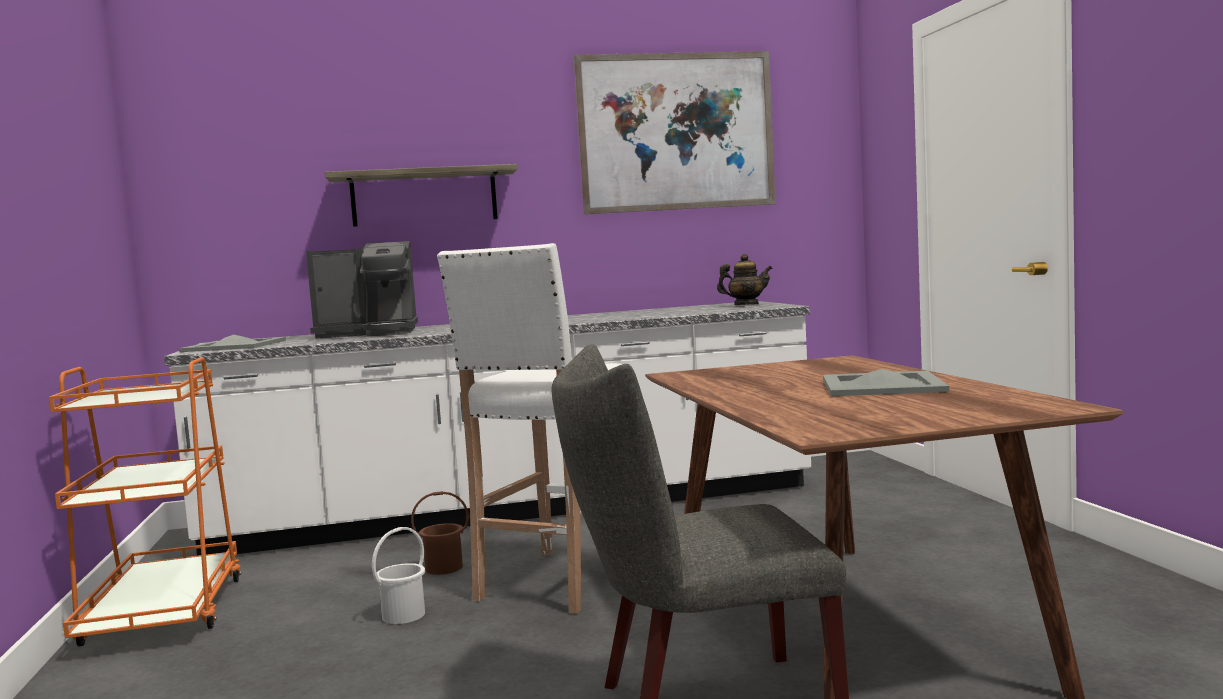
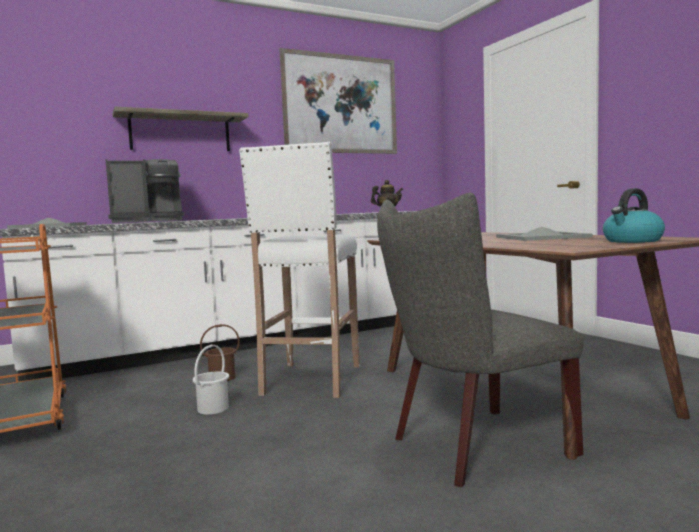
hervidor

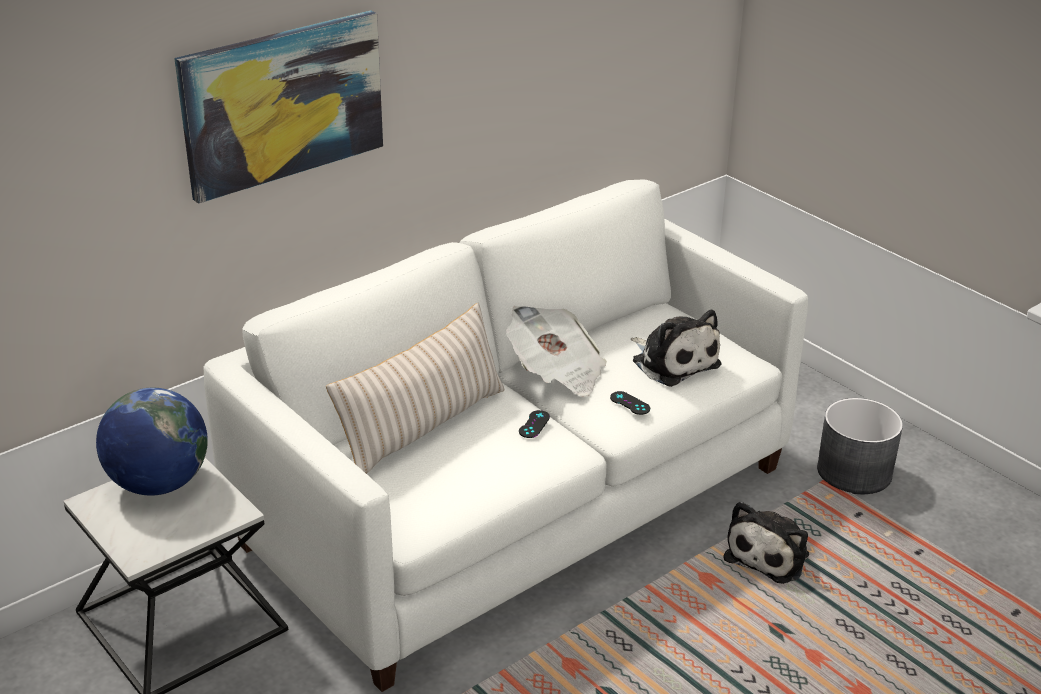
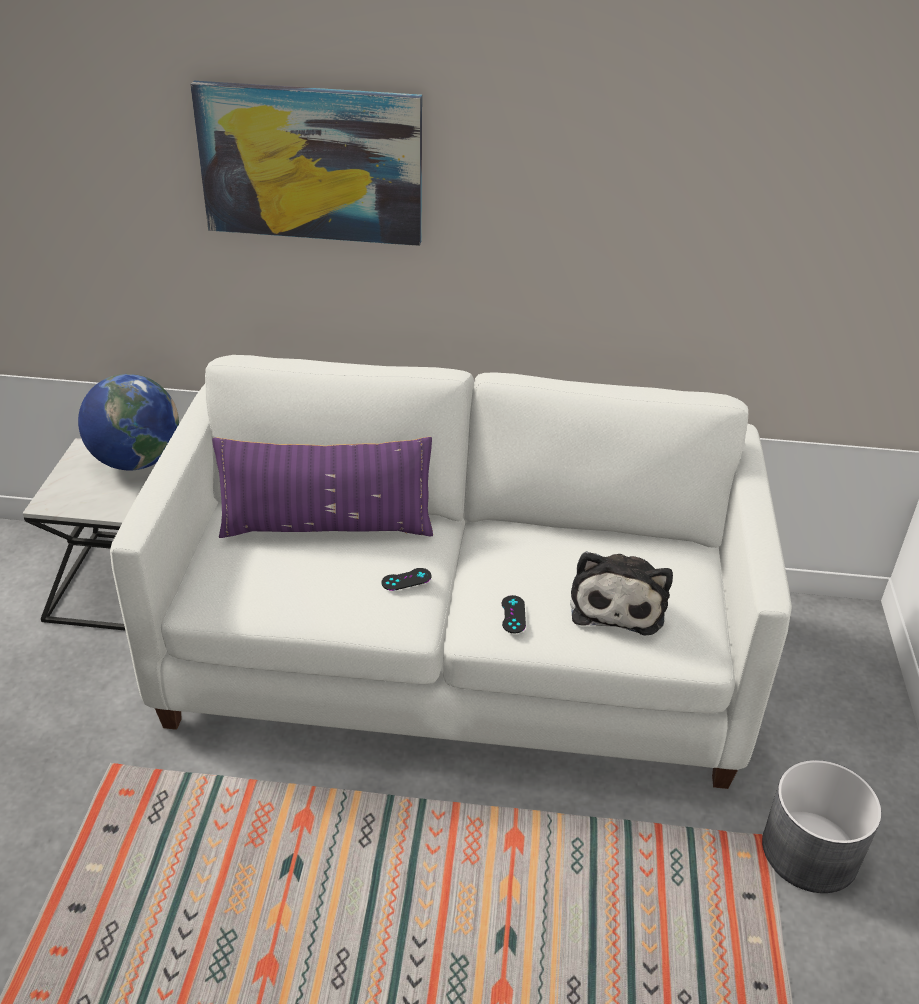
cojín [morado]
periódico
peluche (no. 2 from left in the first image)

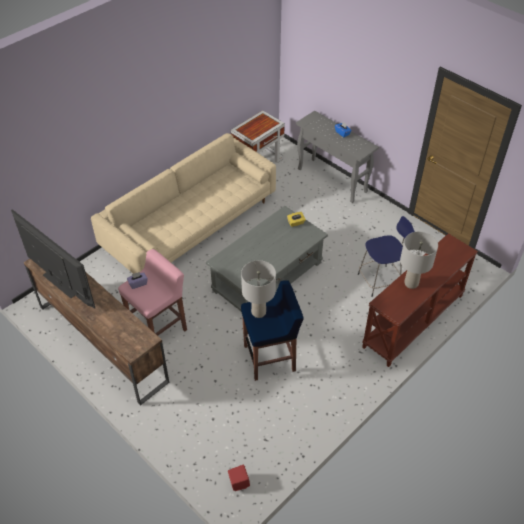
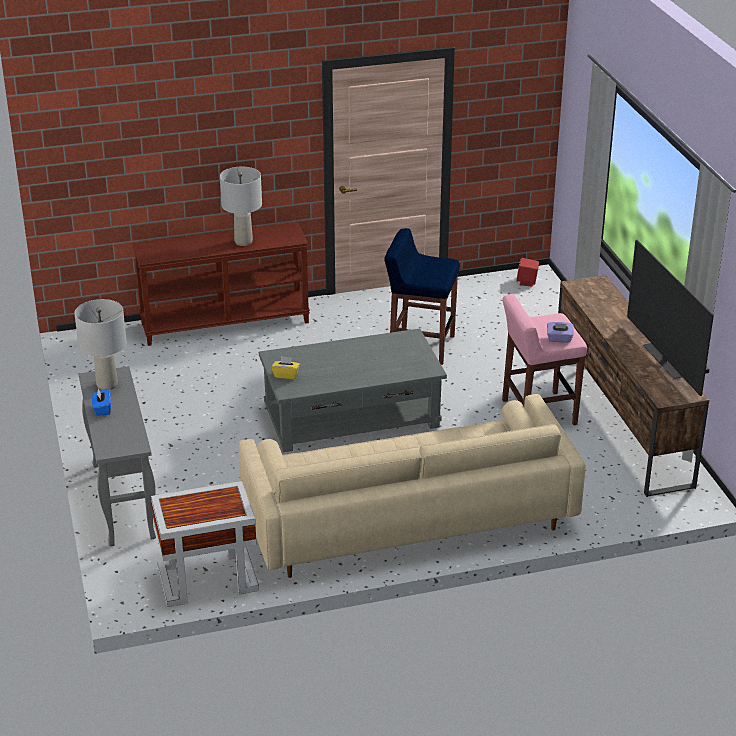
lámpara de mesa [gris] (no. 1 from left)
taburete [azul] (no. 2 from left in the first image)

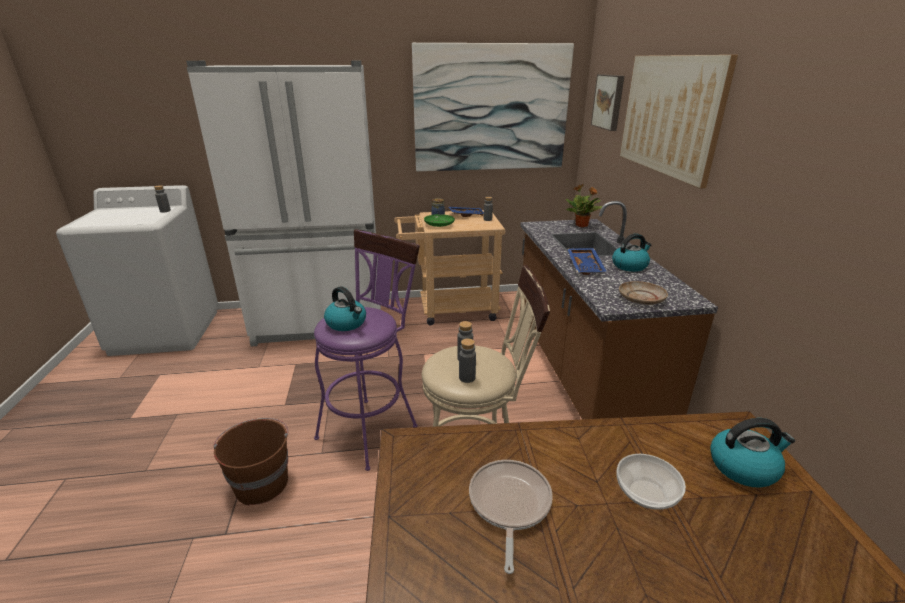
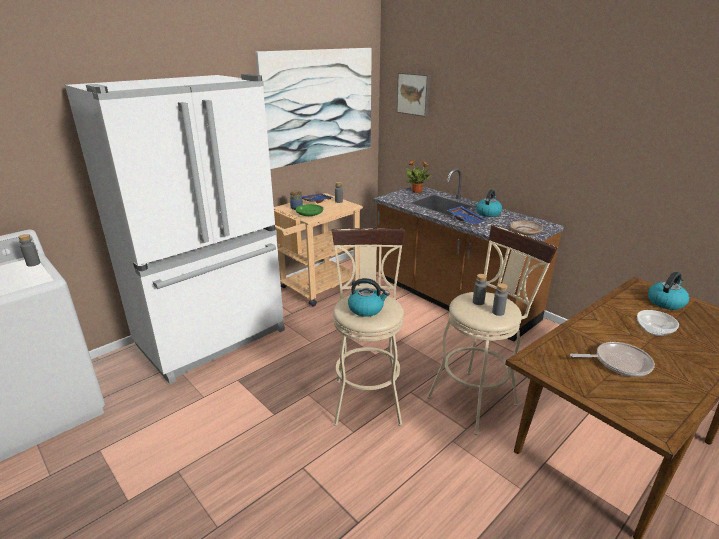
taburete [beis] (no. 1 from left)
sartén
cubo [marrón]
cuadro (no. 3 from left in the first image)

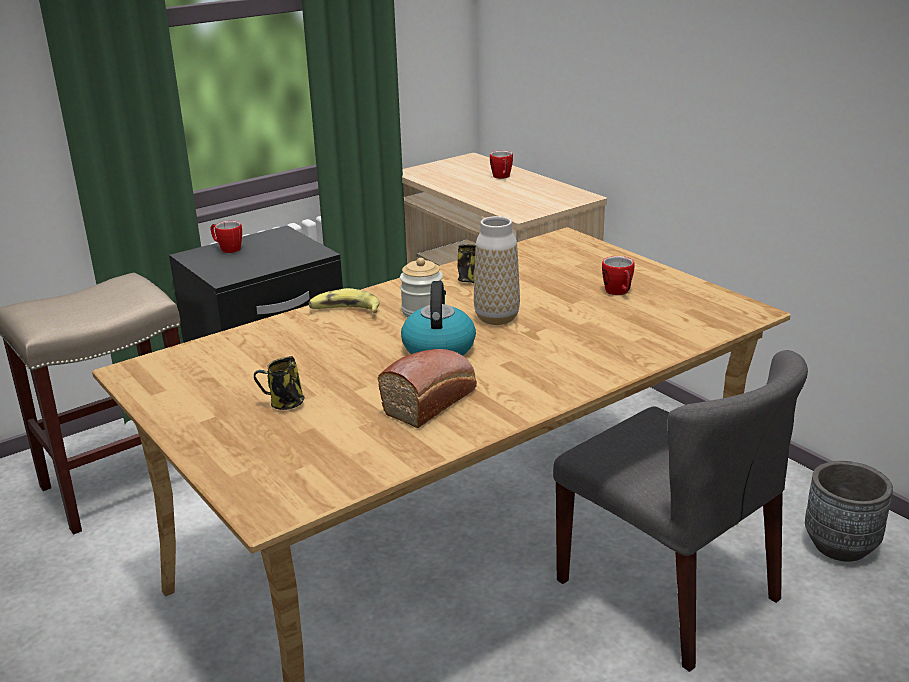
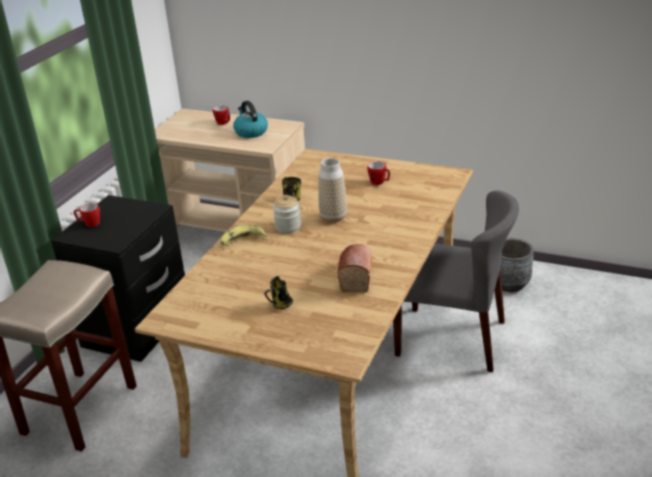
hervidor

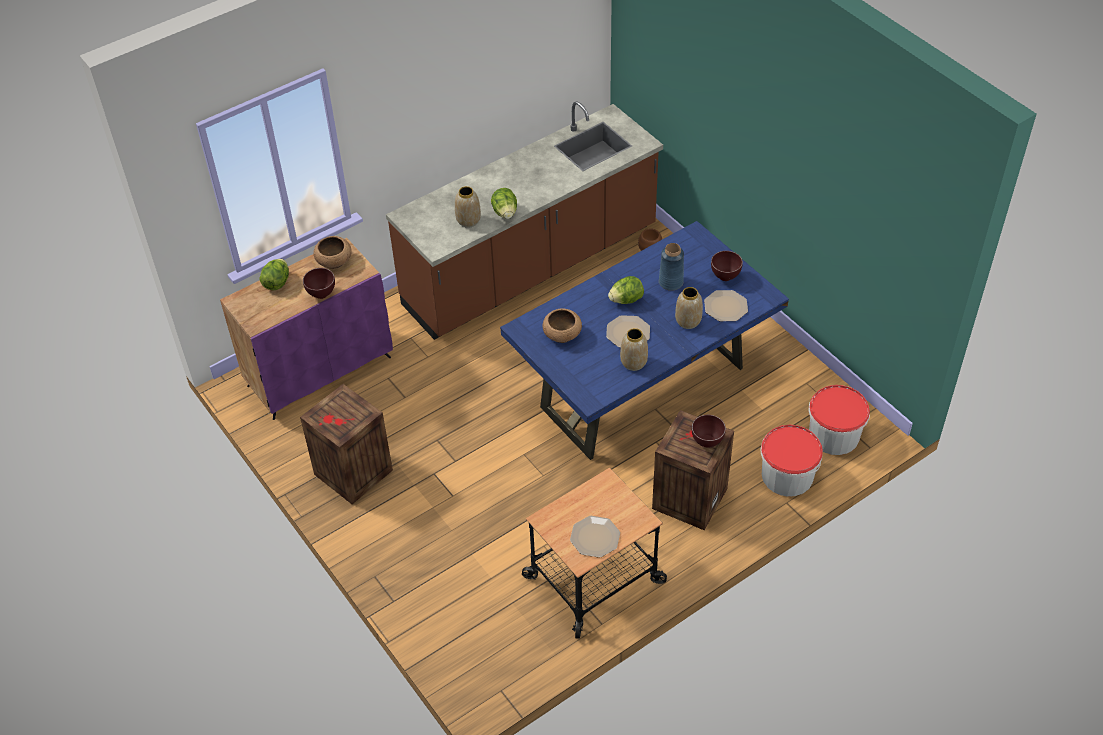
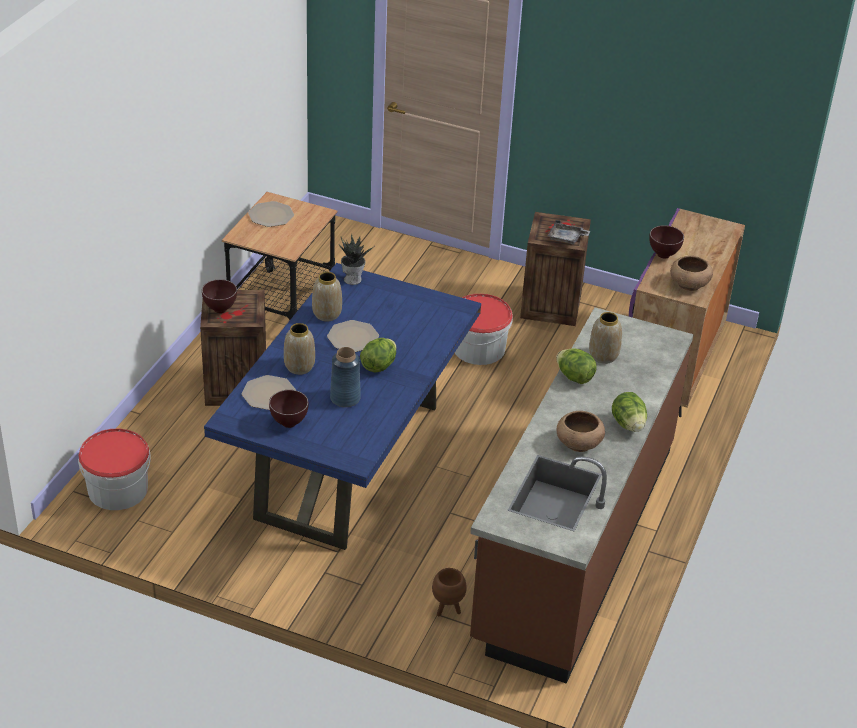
planta en maceta
cubo (no. 2 from left)
bandeja [gris]
cuenco [marrón] (no. 3 from left)
lechuga (no. 3 from left)

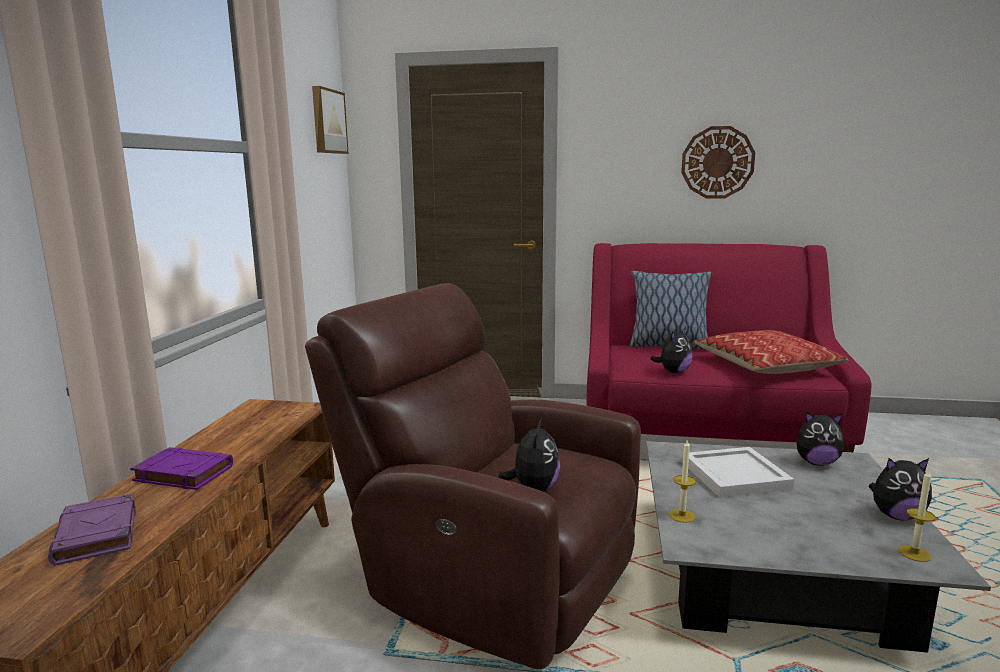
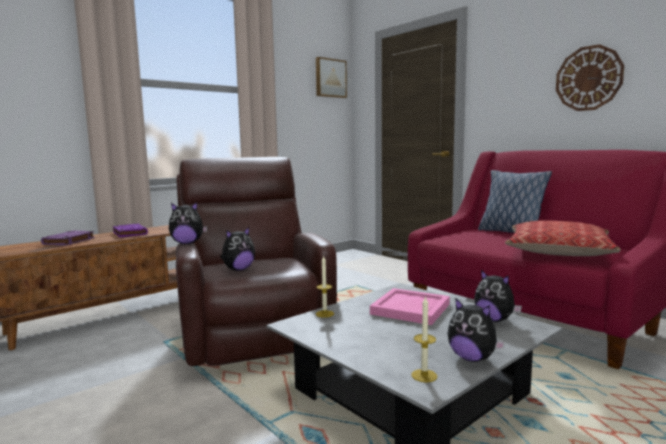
peluche (no. 1 from left)
bandeja [rosa]

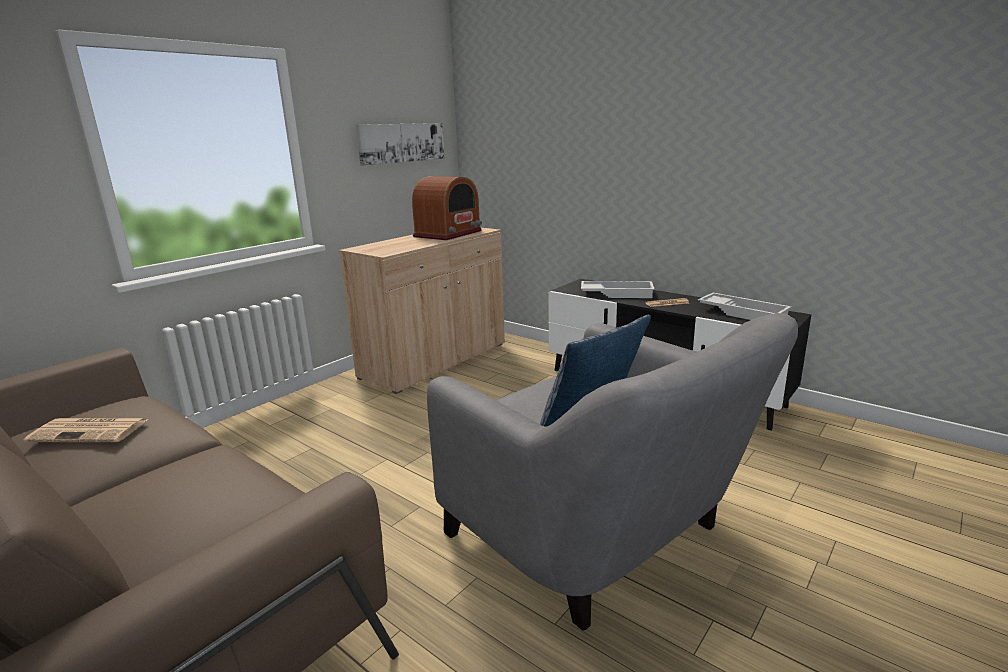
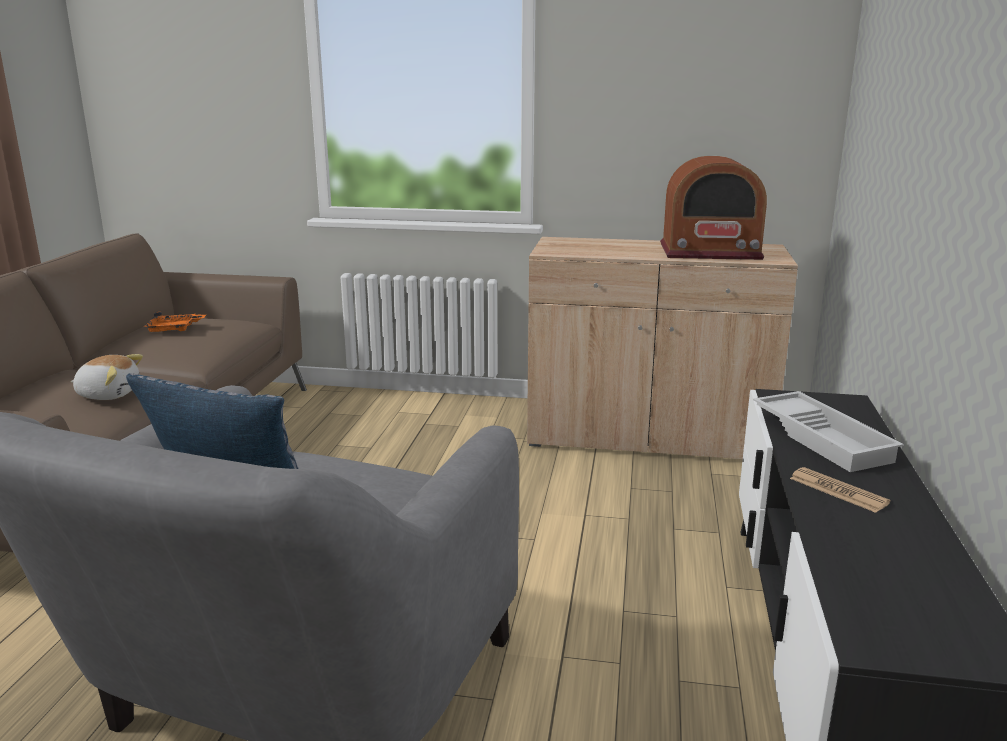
peluche
bandeja [naranja]
cuadro
bandeja [blanco] (no. 2 from left in the first image)

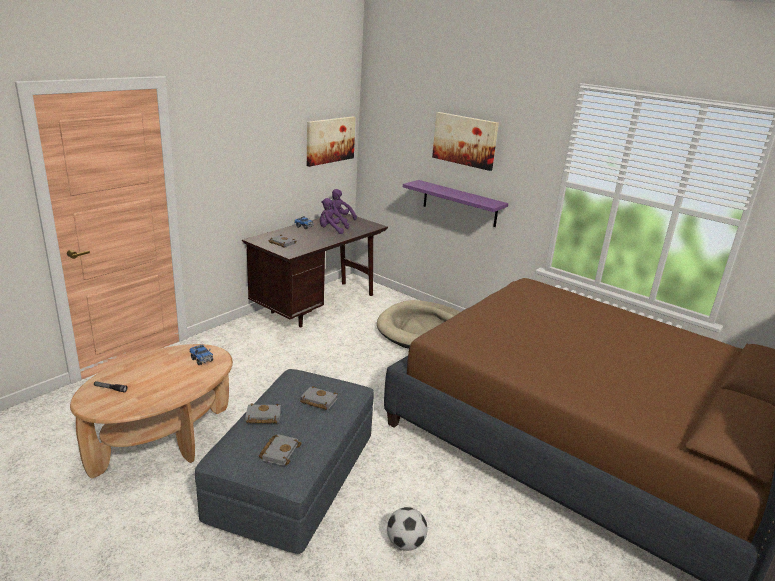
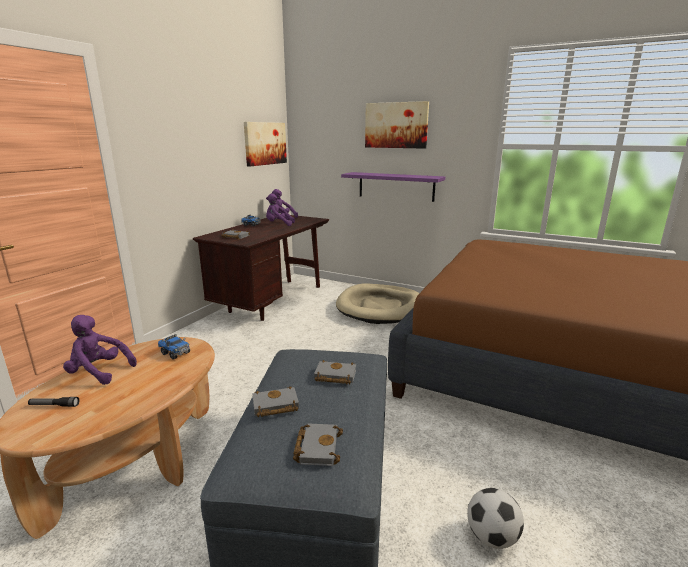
peluche [morado] (no. 1 from left)

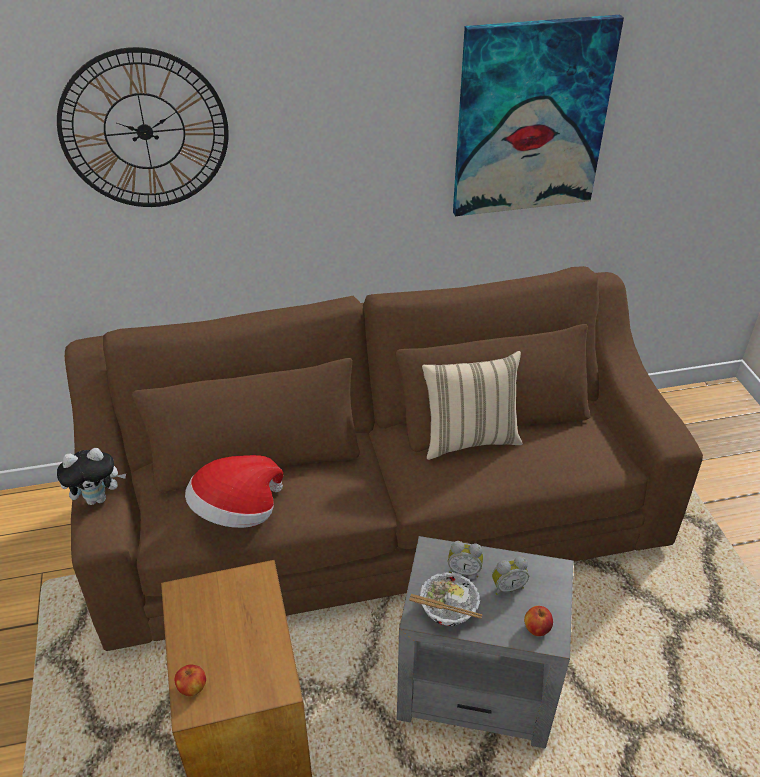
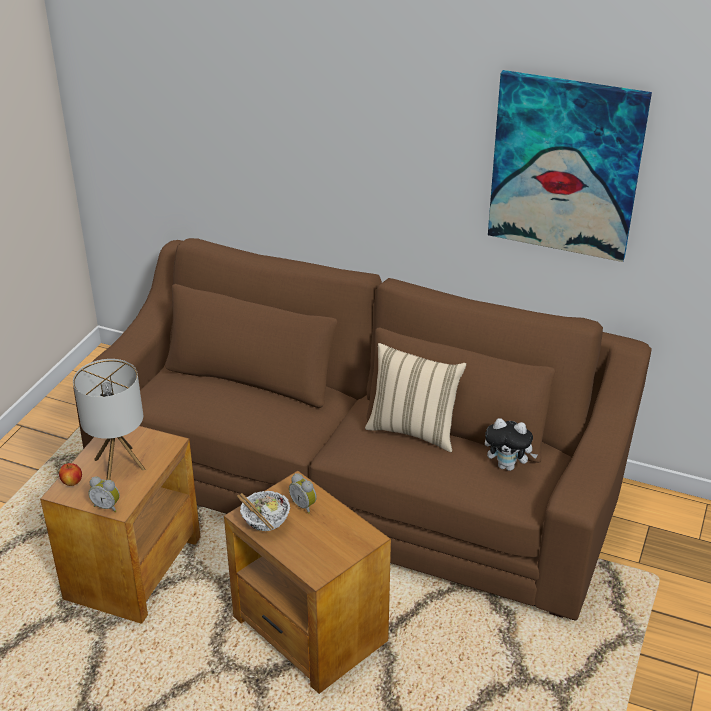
lámpara de mesa
despertador (no. 1 from left)
mesa auxiliar [marrón] (no. 2 from left)
peluche
reloj de pared
sombrero
manzana (no. 2 from left in the first image)

